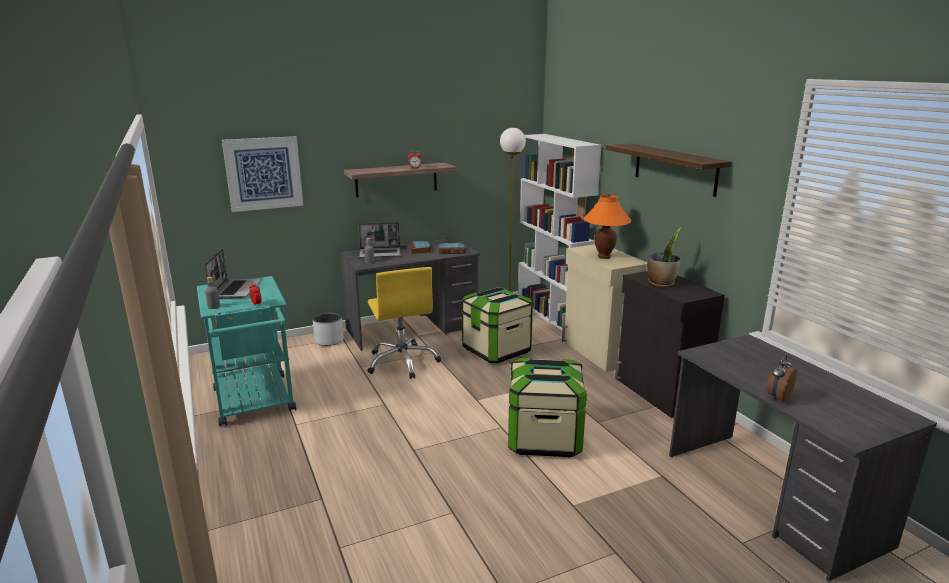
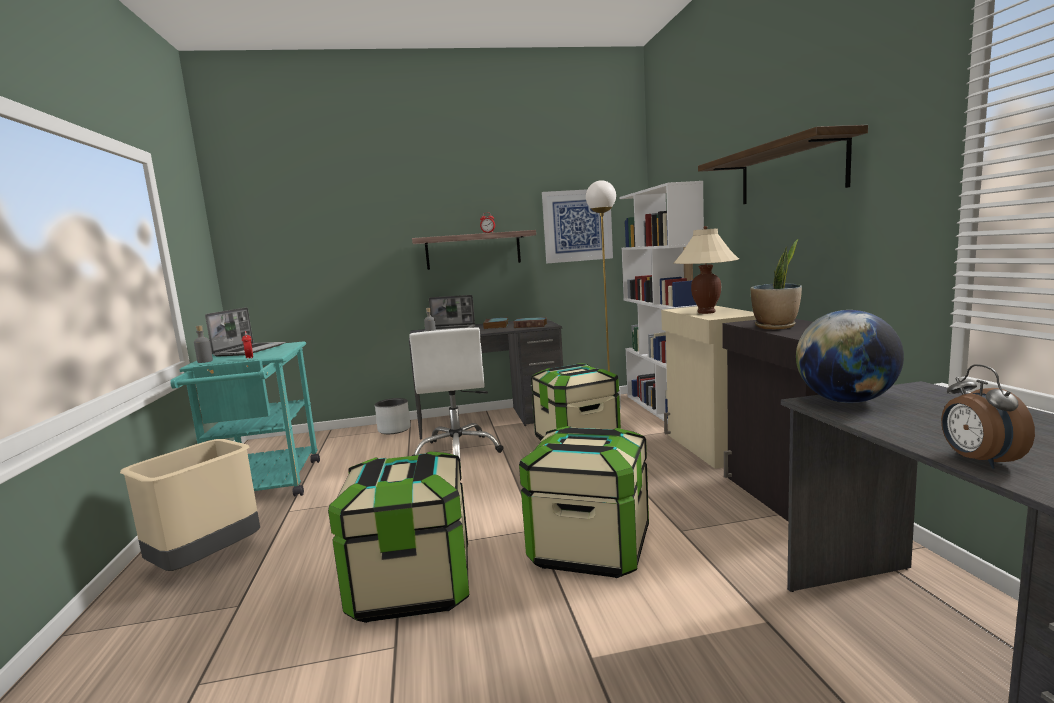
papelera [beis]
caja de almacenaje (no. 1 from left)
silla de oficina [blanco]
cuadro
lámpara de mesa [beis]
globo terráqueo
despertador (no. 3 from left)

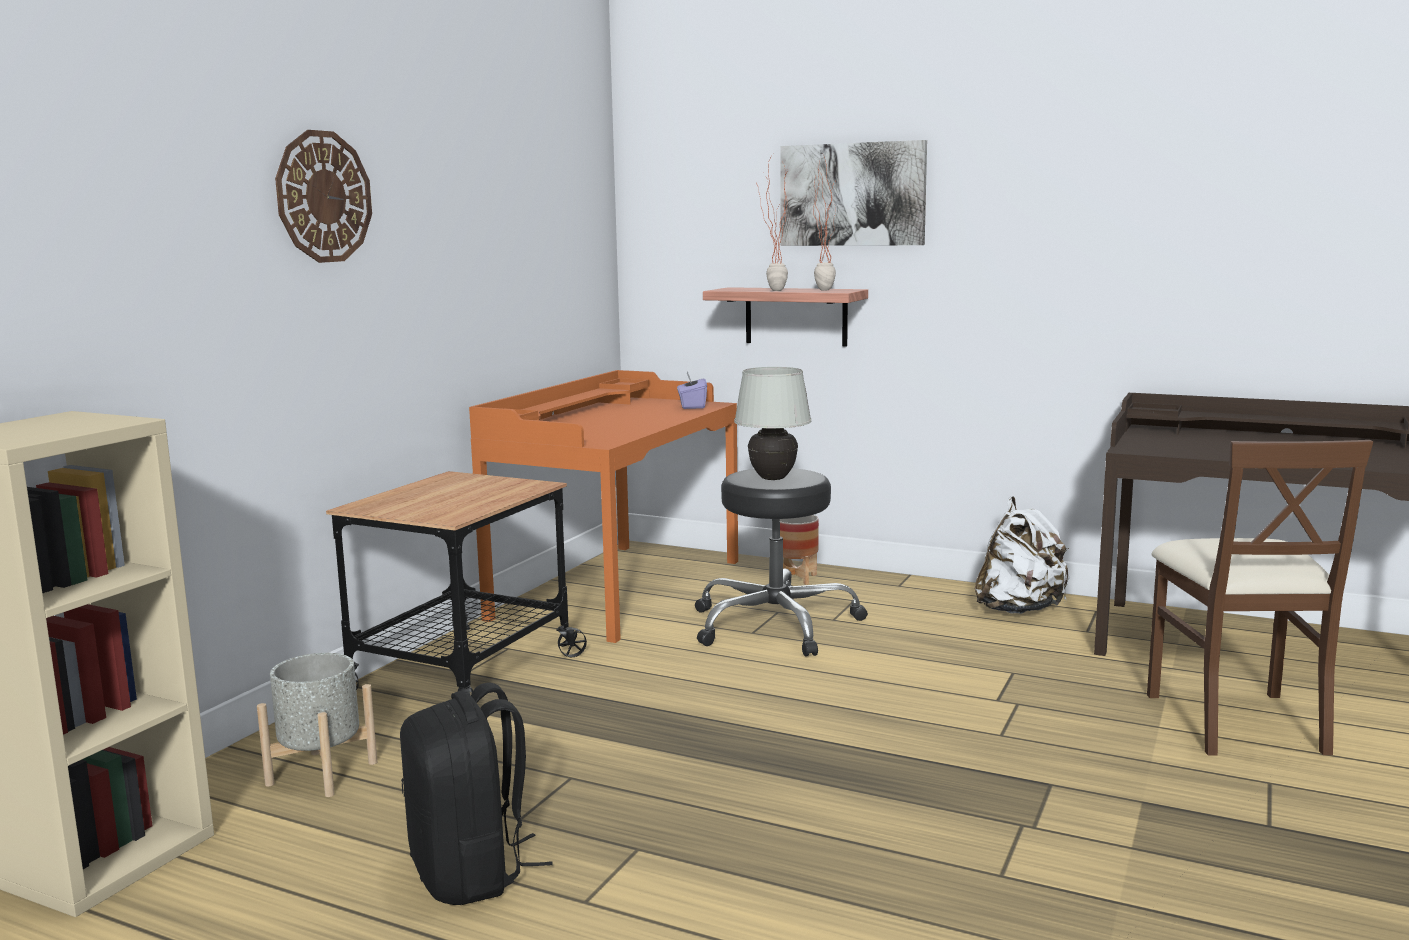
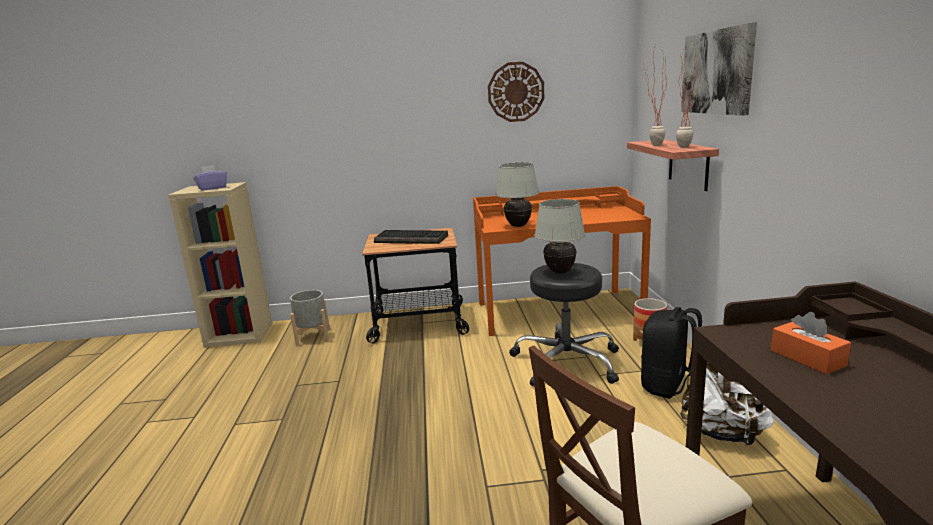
caja de pañuelos [morado]
teclado
reloj de pared
lámpara de mesa [blanco] (no. 1 from left)
mochila [negro]
caja de pañuelos [naranja]

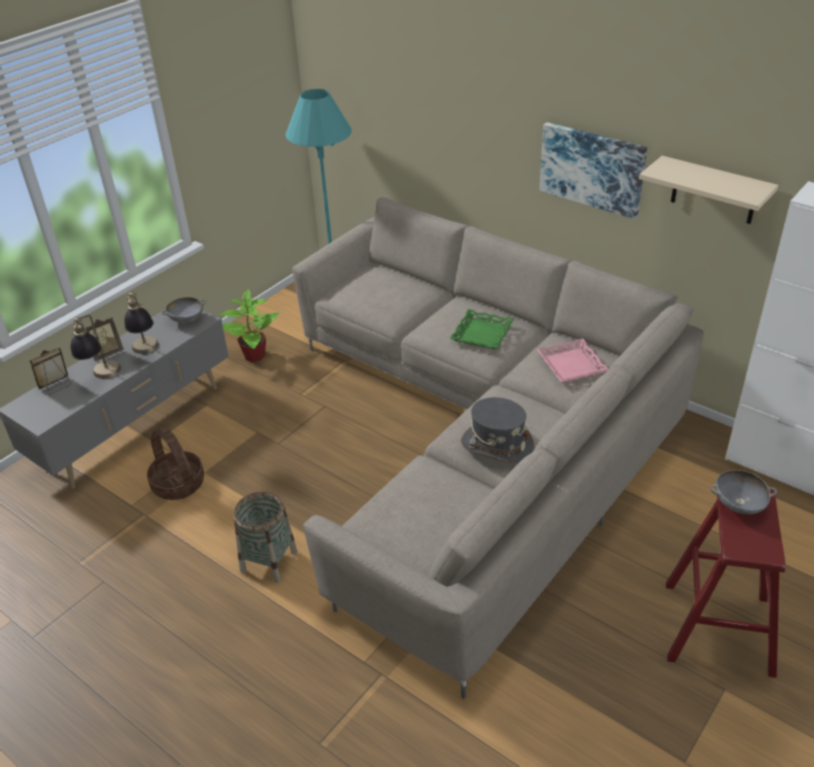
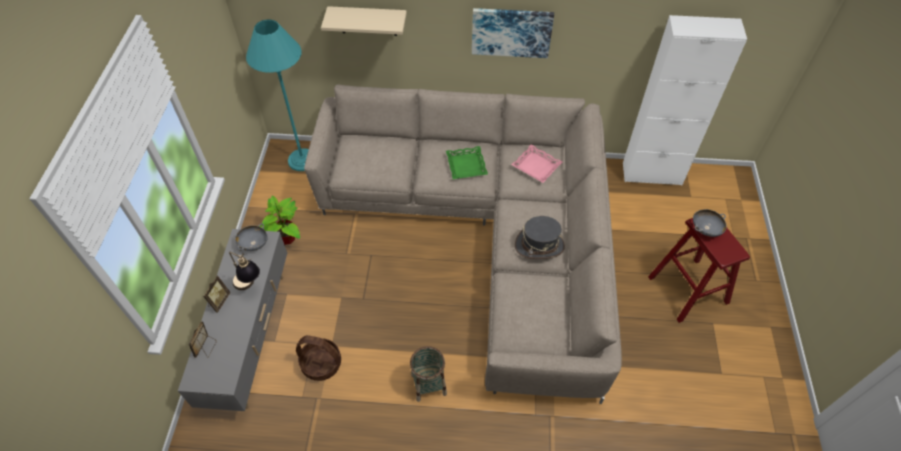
estante [beis]
lámpara de mesa (no. 1 from left in the first image)

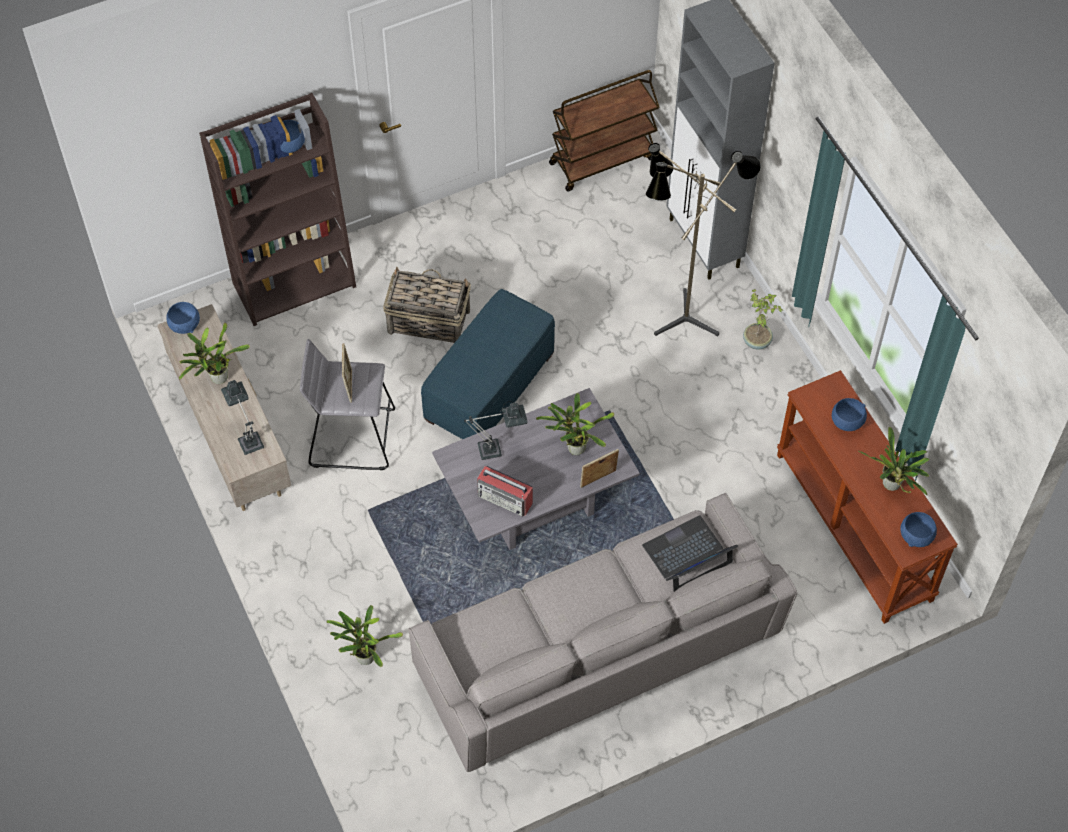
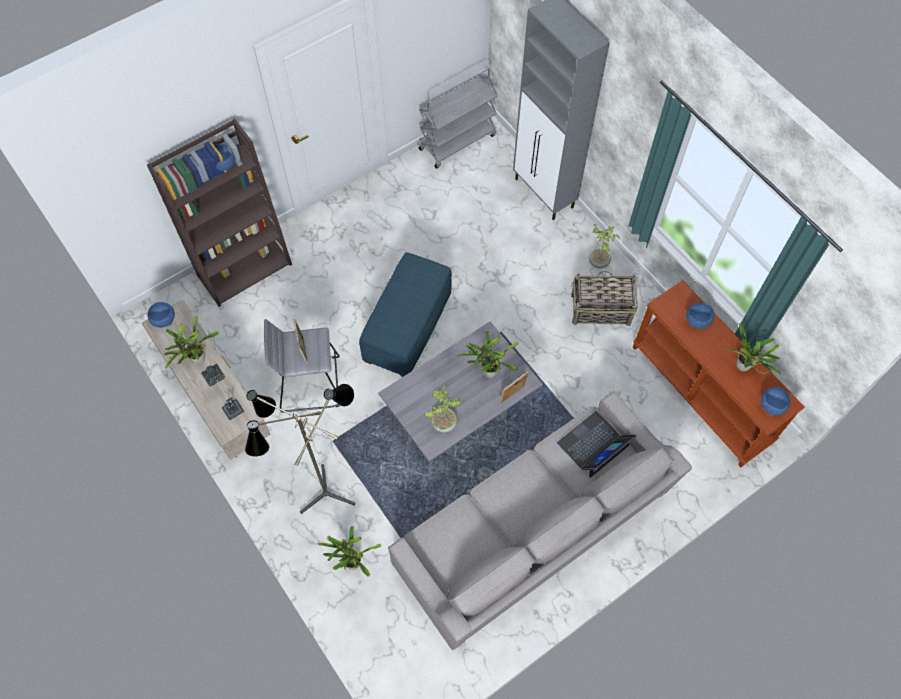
lámpara de pie
carrito [gris]
planta en maceta (no. 3 from left)
cesta
lámpara de mesa (no. 2 from left in the first image)

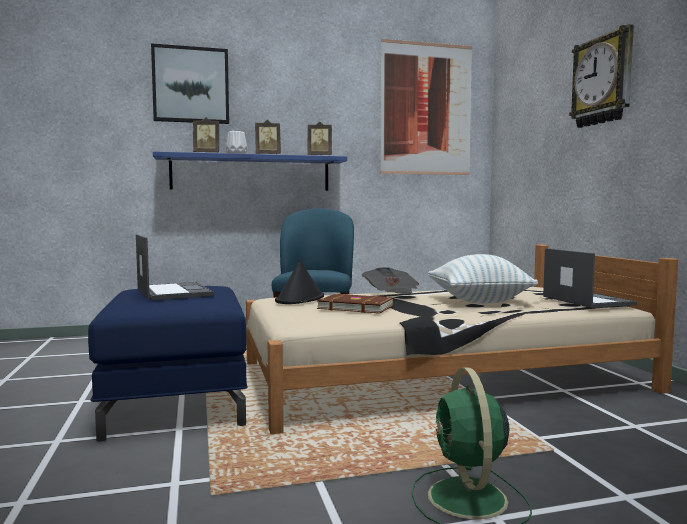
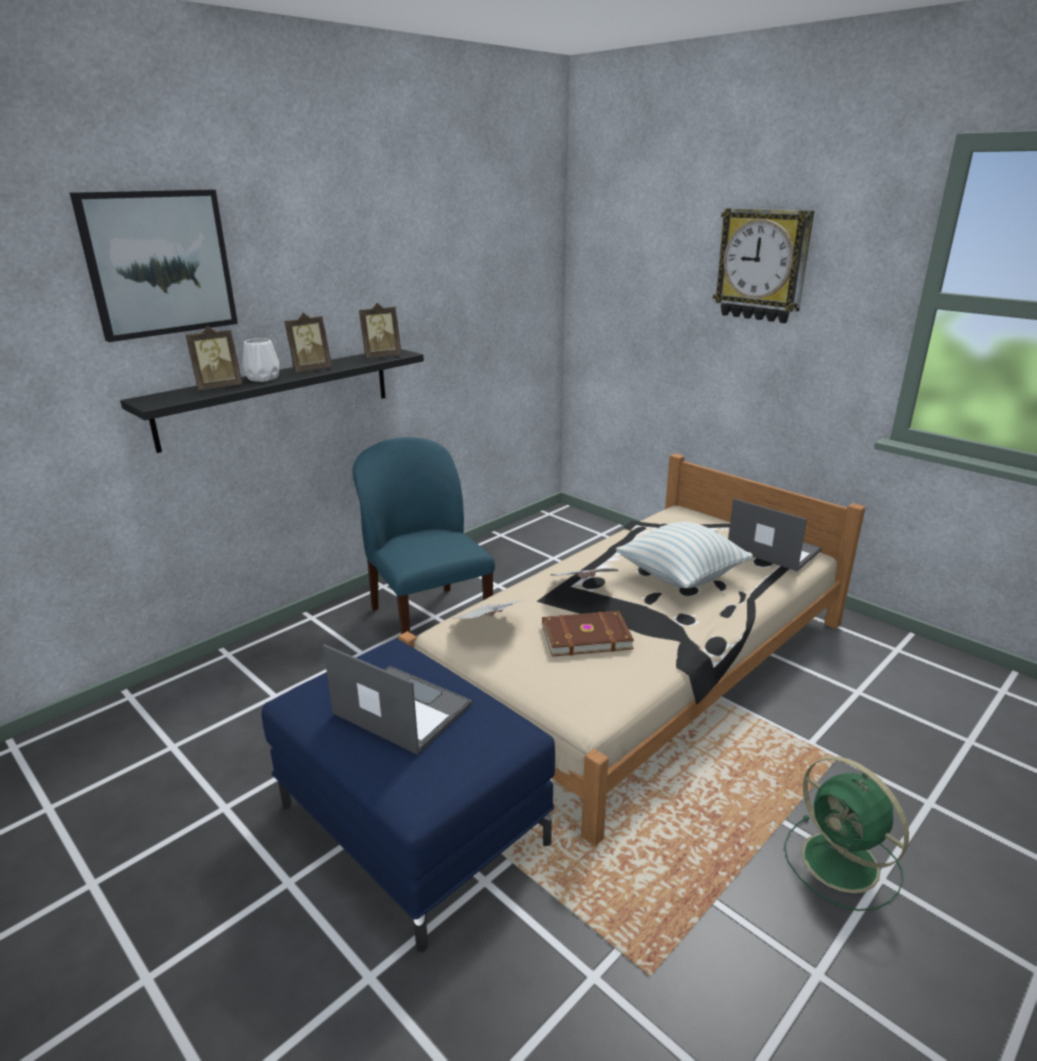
estante [negro]
periódico (no. 1 from left)
cuadro (no. 2 from left in the first image)

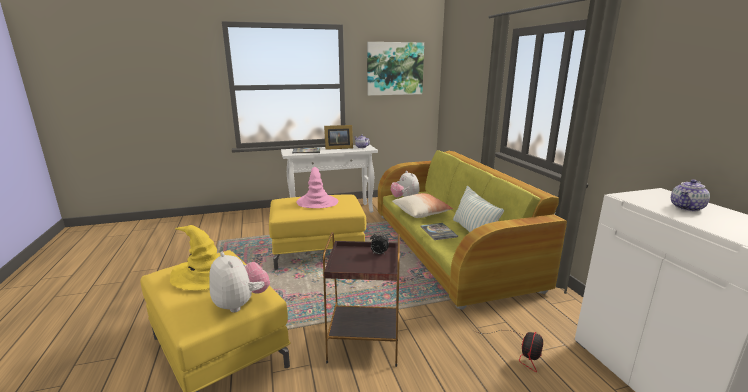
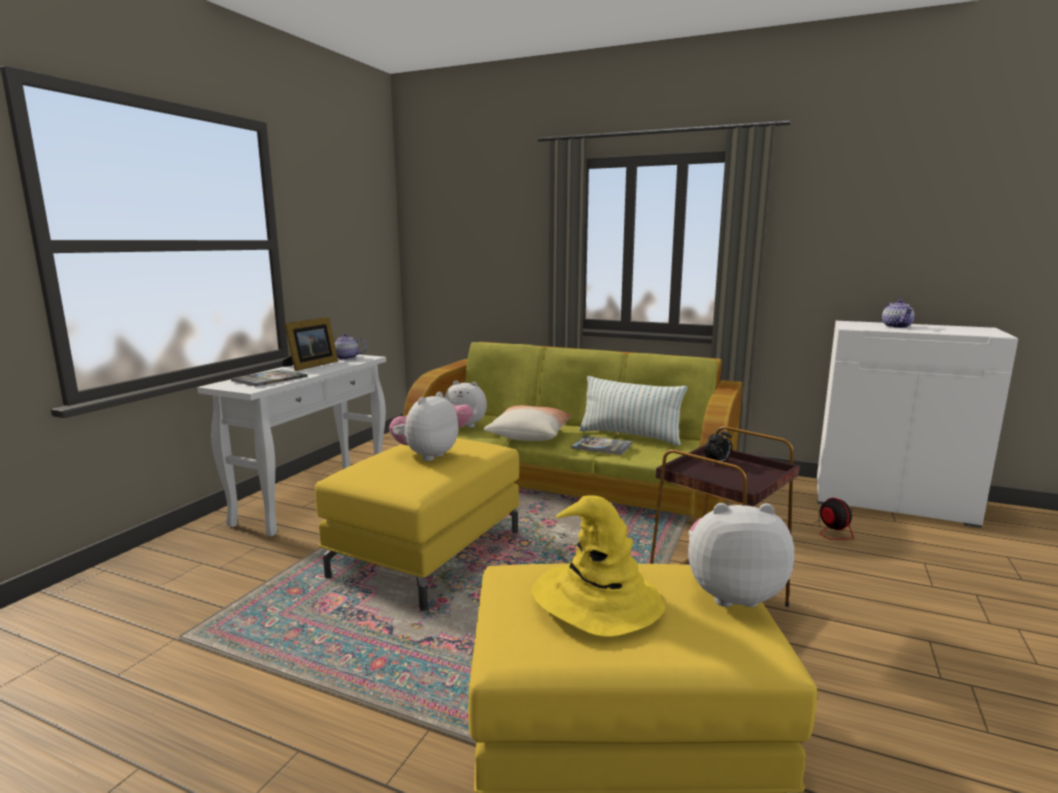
peluche (no. 1 from left)
cuadro

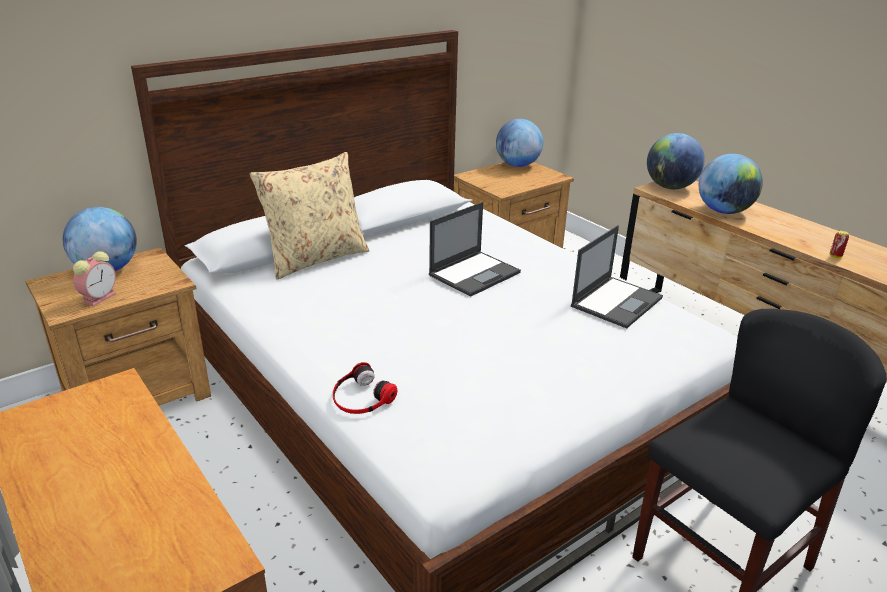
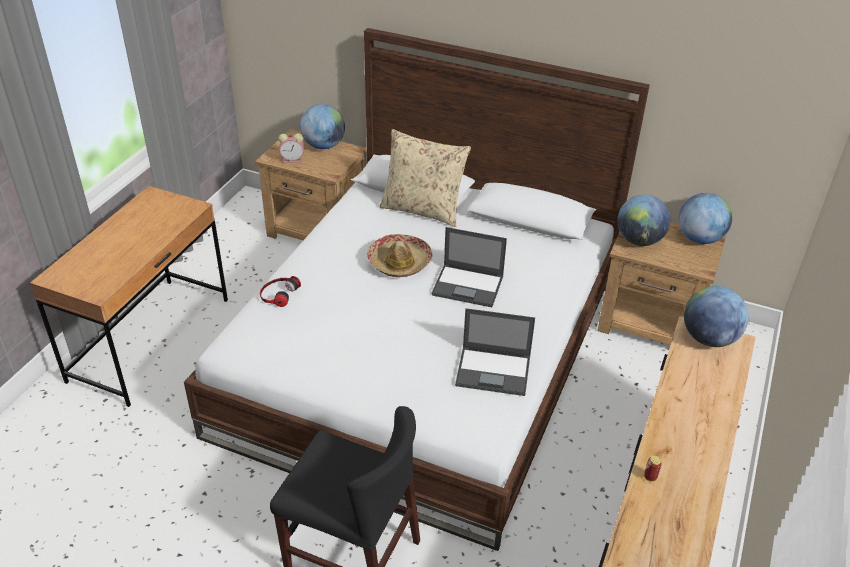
sombrero
globo terráqueo (no. 2 from left)

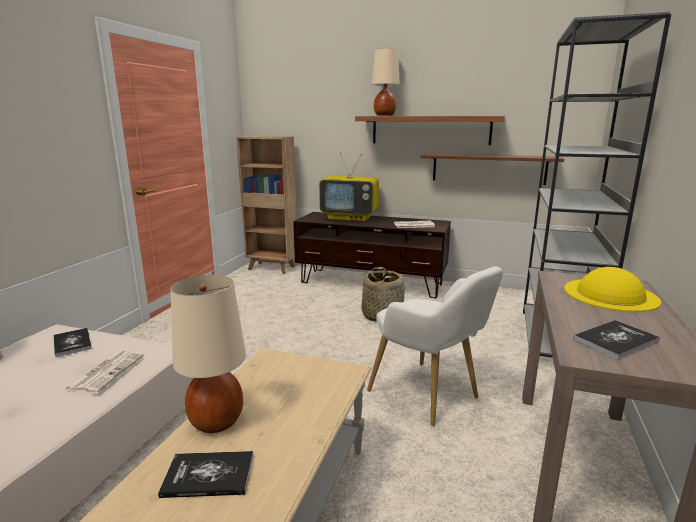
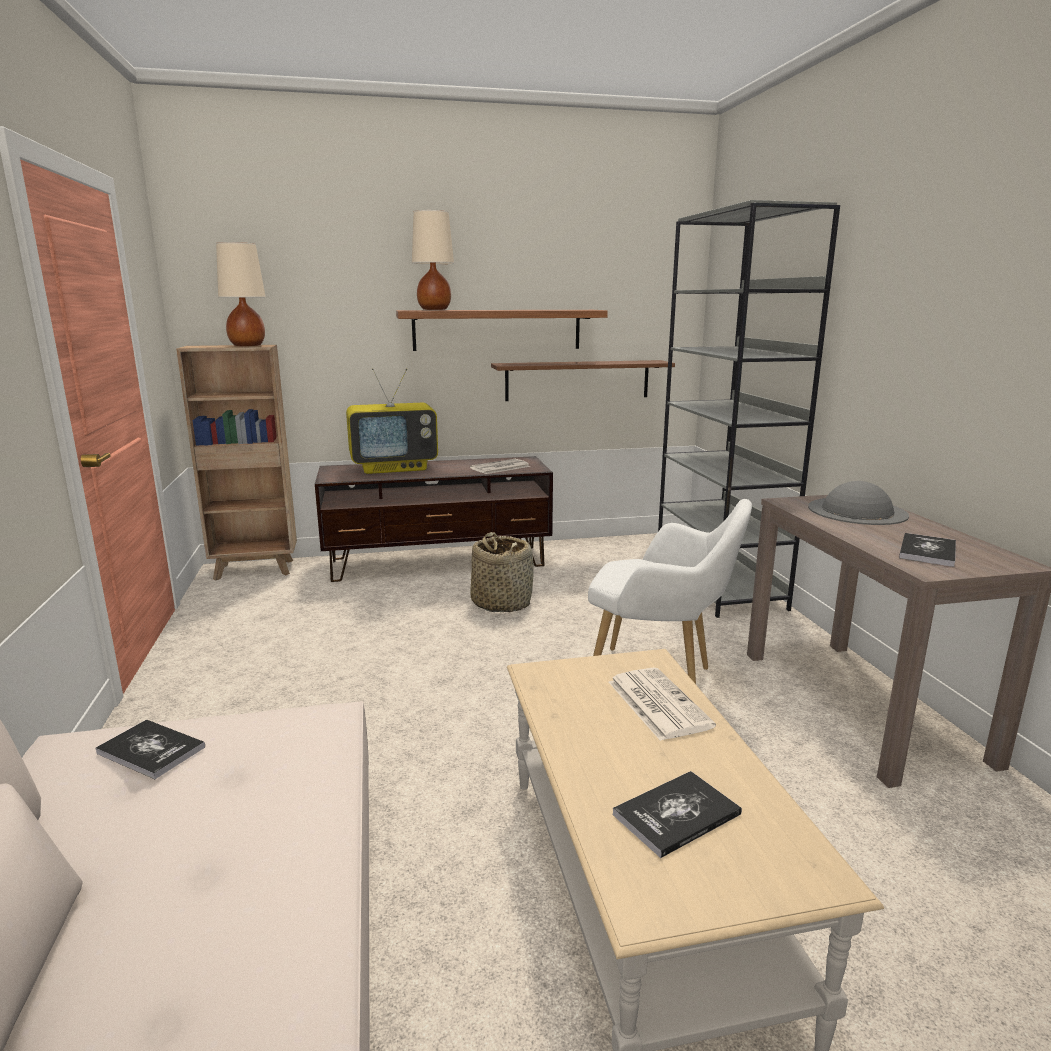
lámpara de mesa [beis] (no. 1 from left)
periódico (no. 2 from left)
sombrero [gris]

